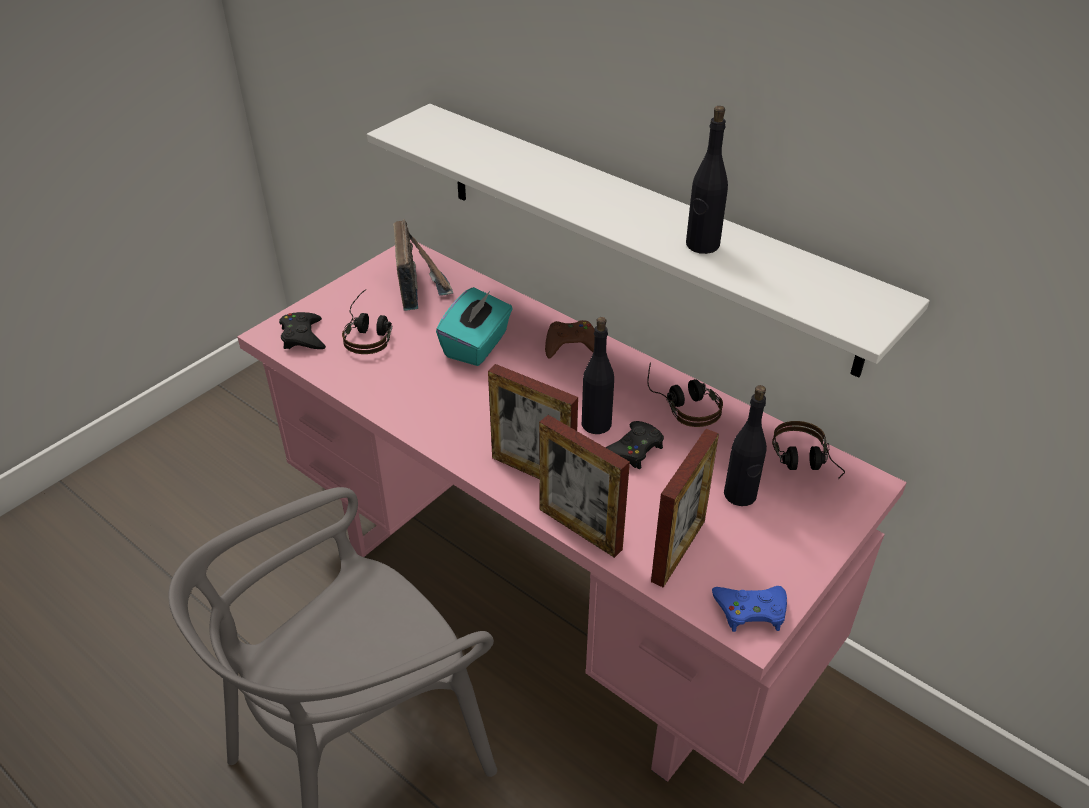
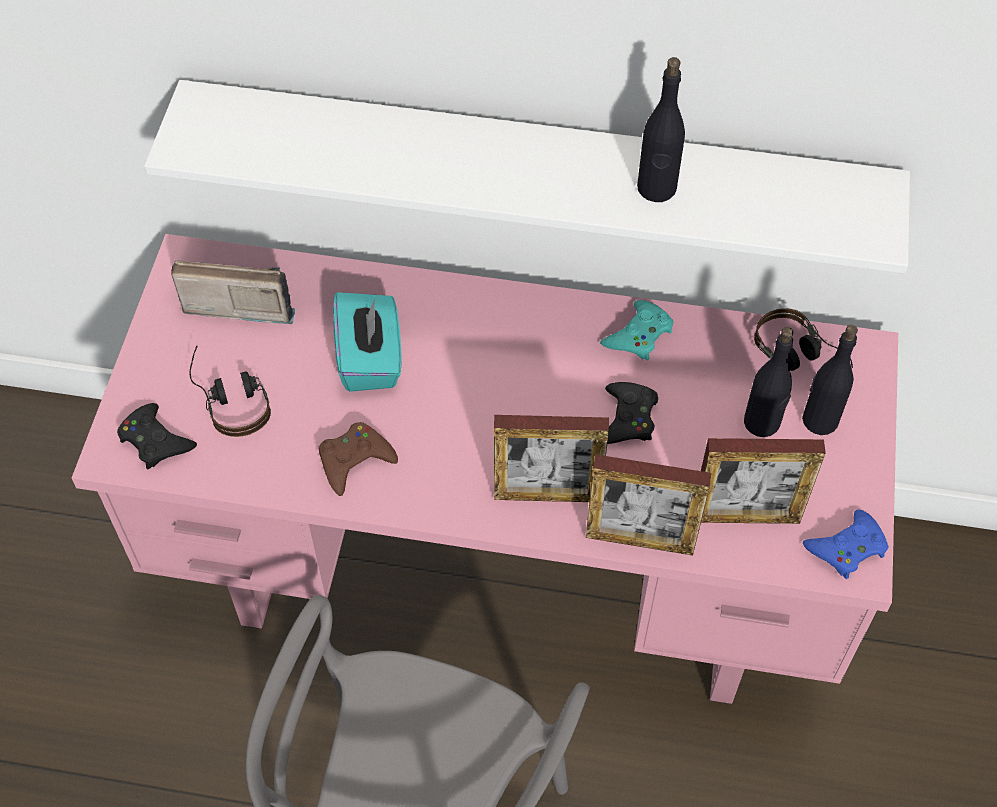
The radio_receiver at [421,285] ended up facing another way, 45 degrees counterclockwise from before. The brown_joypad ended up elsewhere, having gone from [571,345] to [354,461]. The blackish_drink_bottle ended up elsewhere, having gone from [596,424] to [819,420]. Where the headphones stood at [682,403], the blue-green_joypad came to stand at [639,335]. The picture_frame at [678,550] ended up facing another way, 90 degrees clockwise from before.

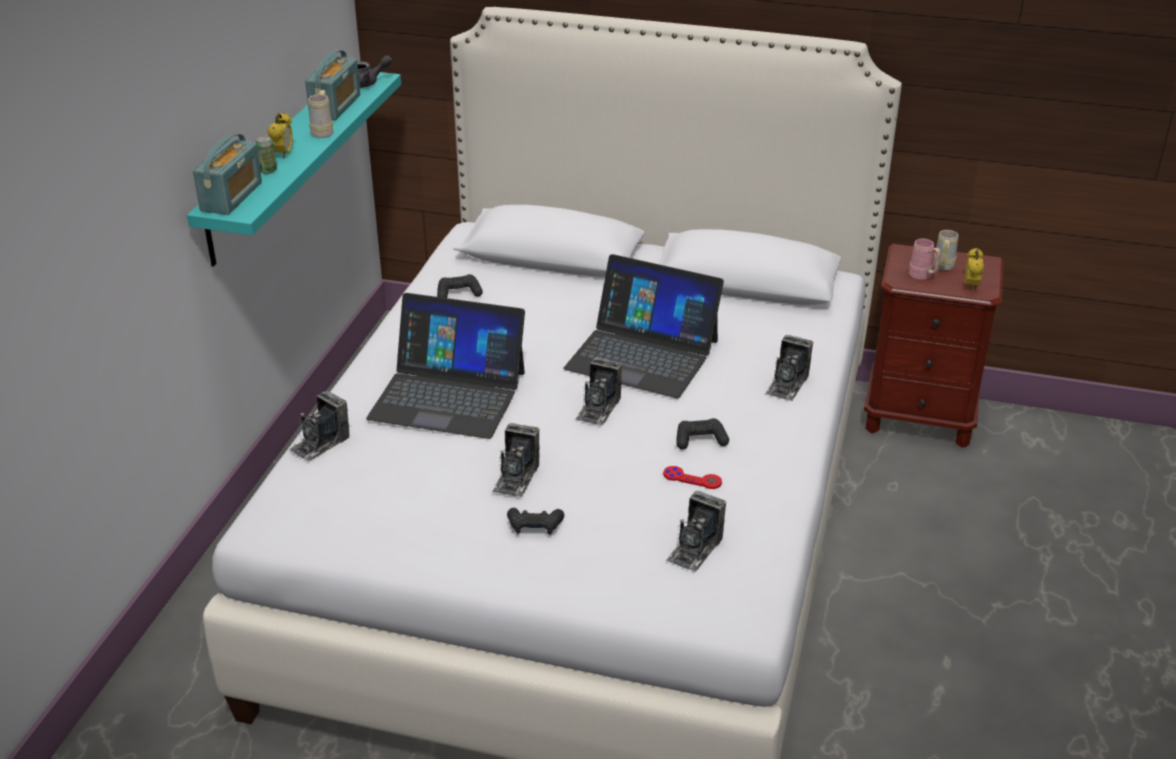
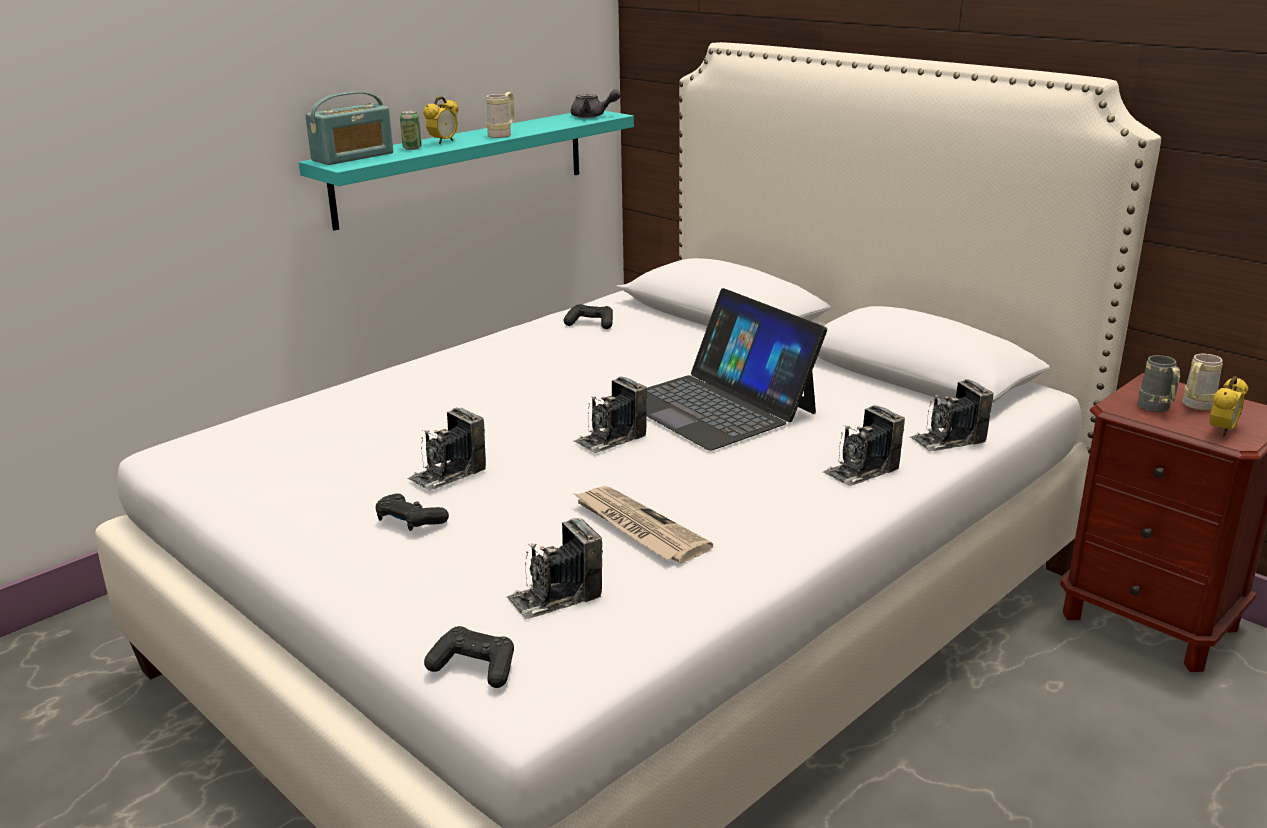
The still_camera ended up elsewhere, having gone from [320,443] to [948,440]. The second view lost the radio_receiver at [335,106]. The second view lost the portable_computer at [448,395]. Where the reddish_joypad stood at [692,479], the newspaper came to stand at [637,528]. The blackish_joypad ended up elsewhere, having gone from [700,440] to [474,667]. What was the pinkish_coffee_mug at [922,276] turned into the gray_coffee_mug at [1156,409].

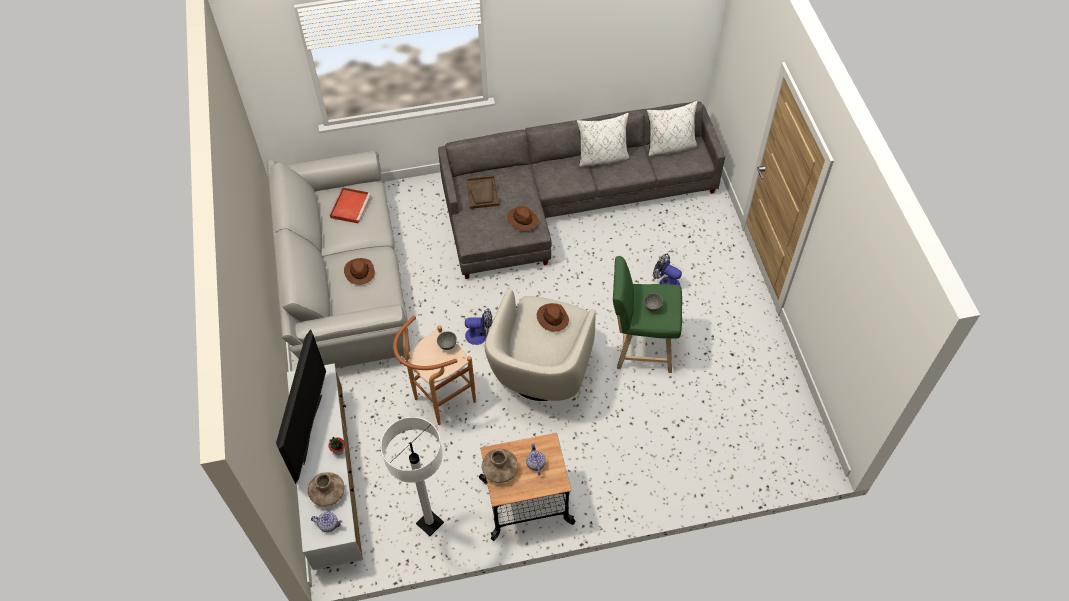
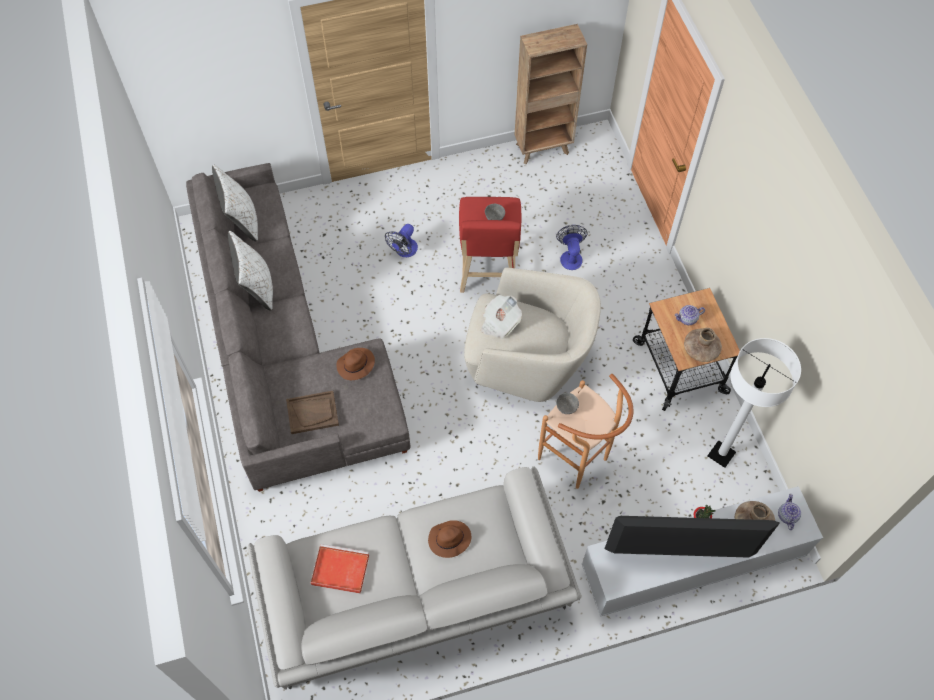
The cooling_fan ended up elsewhere, having gone from [480,335] to [570,256]. Where the brown_wearable_hat stood at [552,318], the newspaper came to stand at [499,323]. What was the greenish_sitting_stool at [640,347] turned into the reddish_sitting_stool at [488,273]. The second view gained the brown_bookcase at [543,148].

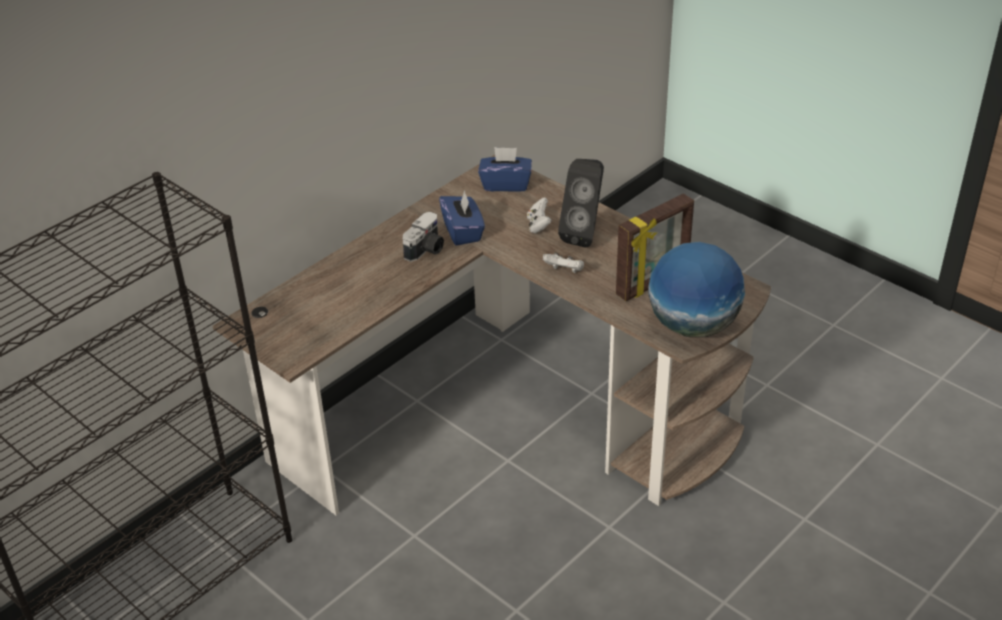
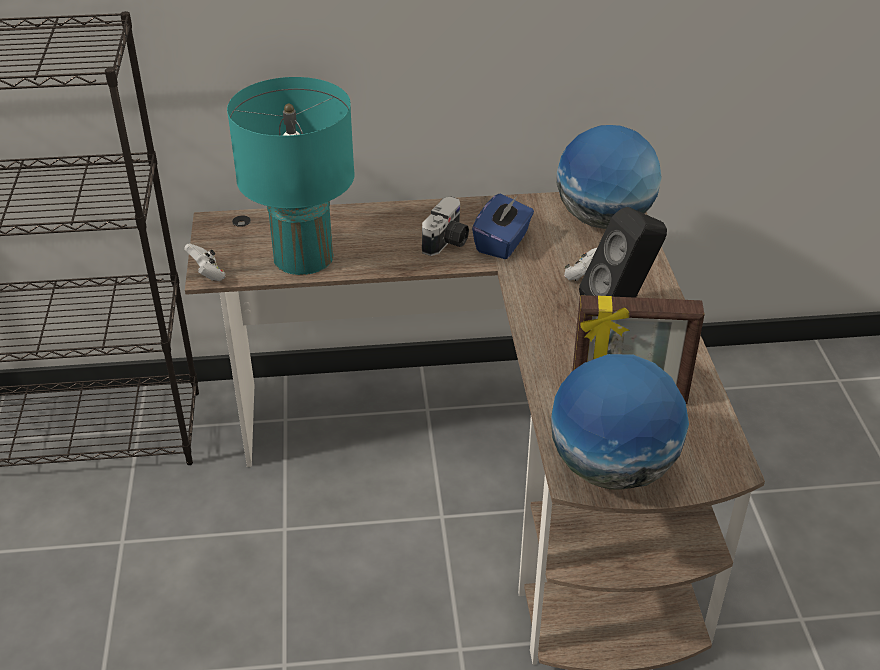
The still_camera at [426,250] ended up facing another way, 45 degrees counterclockwise from before. Where the blue_box_of_tissues stood at [505,184], the world_globe came to stand at [603,220]. The white_joypad ended up elsewhere, having gone from [564,271] to [208,274]. The second view gained the blue-green_table_lamp at [303,257].

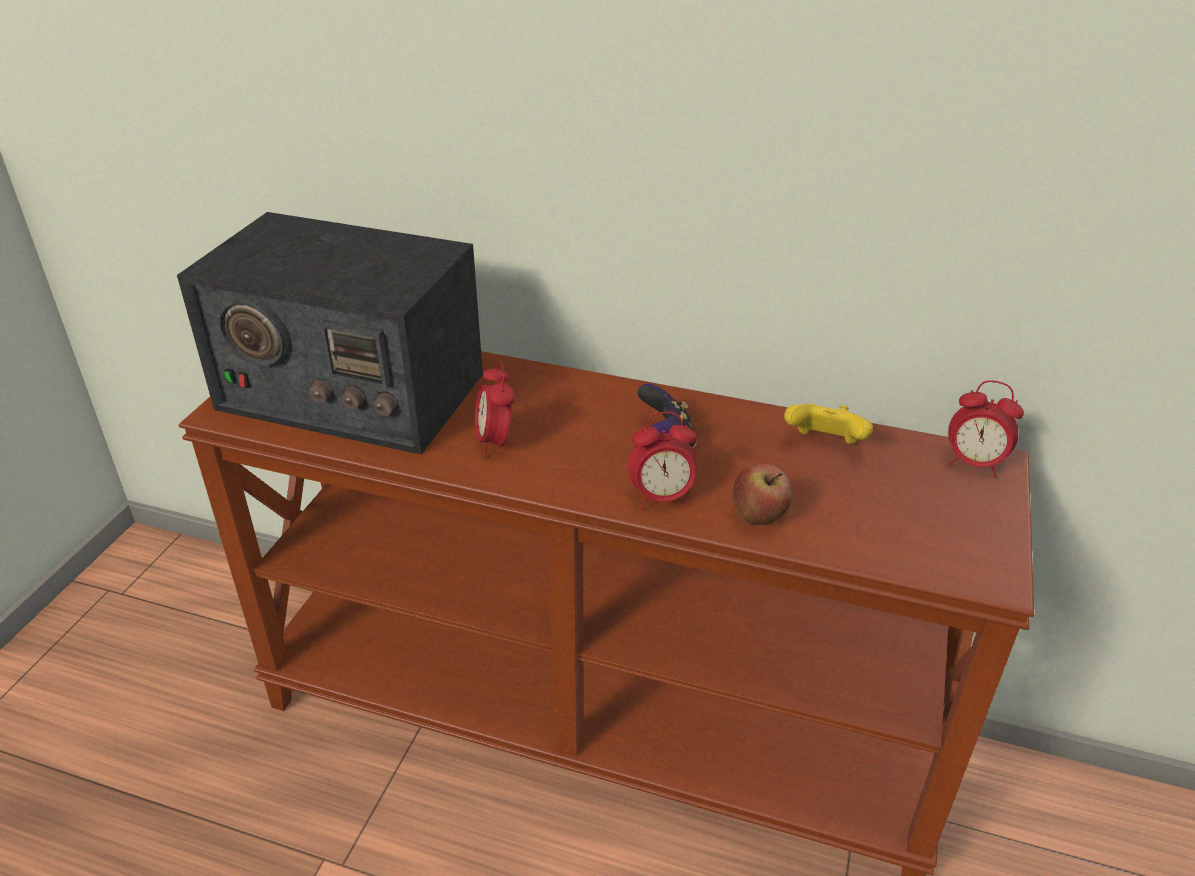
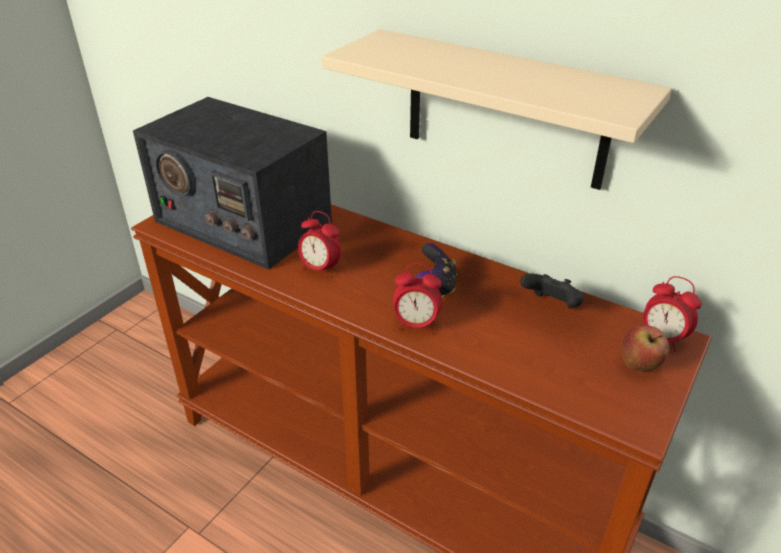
The table_clock at [495,442] ended up facing another way, 60 degrees counterclockwise from before. The whole_apple ended up elsewhere, having gone from [759,518] to [639,365]. What was the yellowish_joypad at [824,444] turned into the blackish_joypad at [551,306]. The second view gained the sand-coloured_bracket_shelf at [505,110].

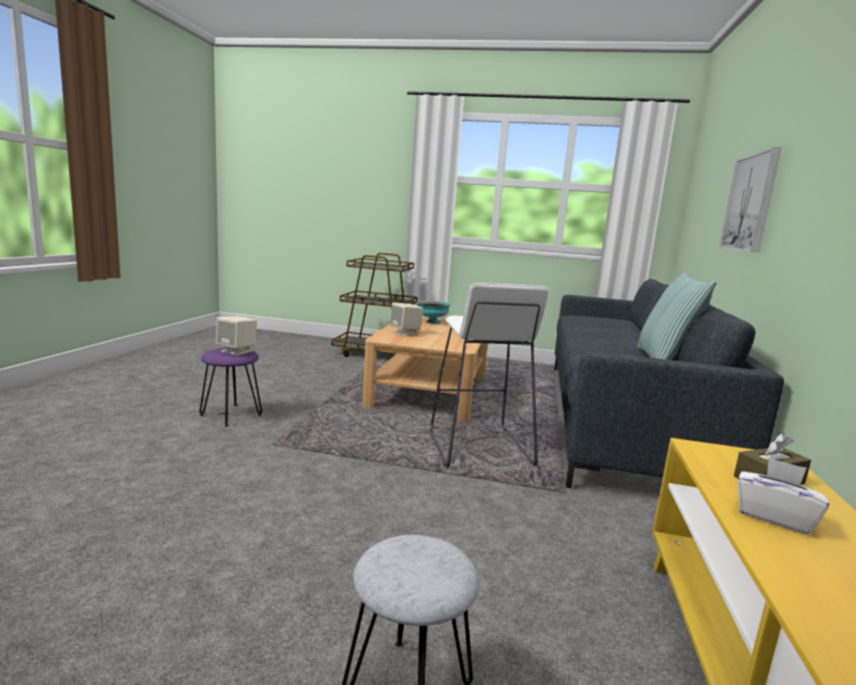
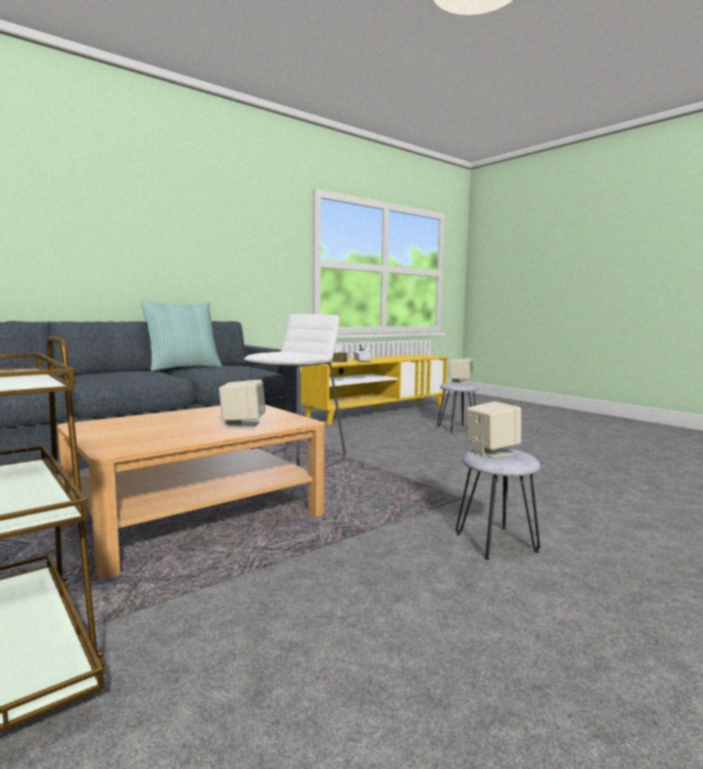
What was the purplish_sitting_stool at [231,415] turned into the gray_sitting_stool at [495,542]. The second view lost the blue-green_serving_bowl at [432,322]. The second view lost the picture at [750,203]. The second view gained the sand-coloured_speaker at [460,382].

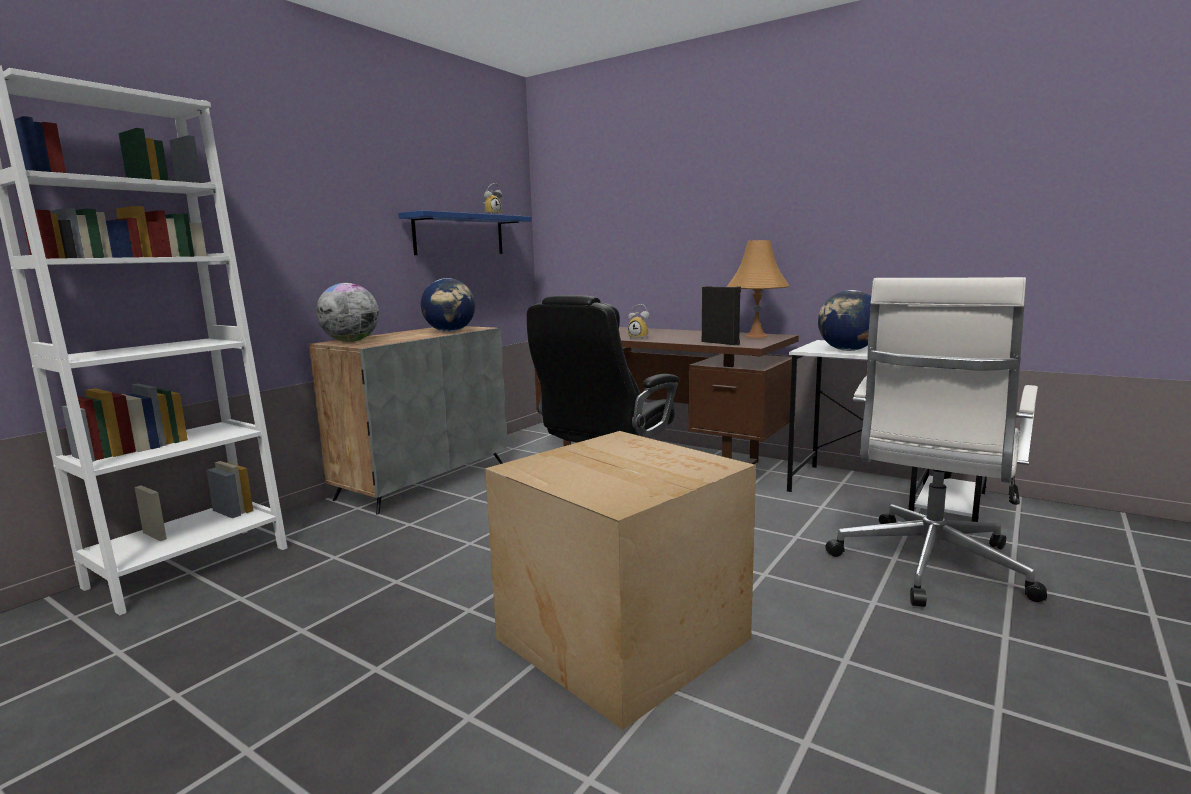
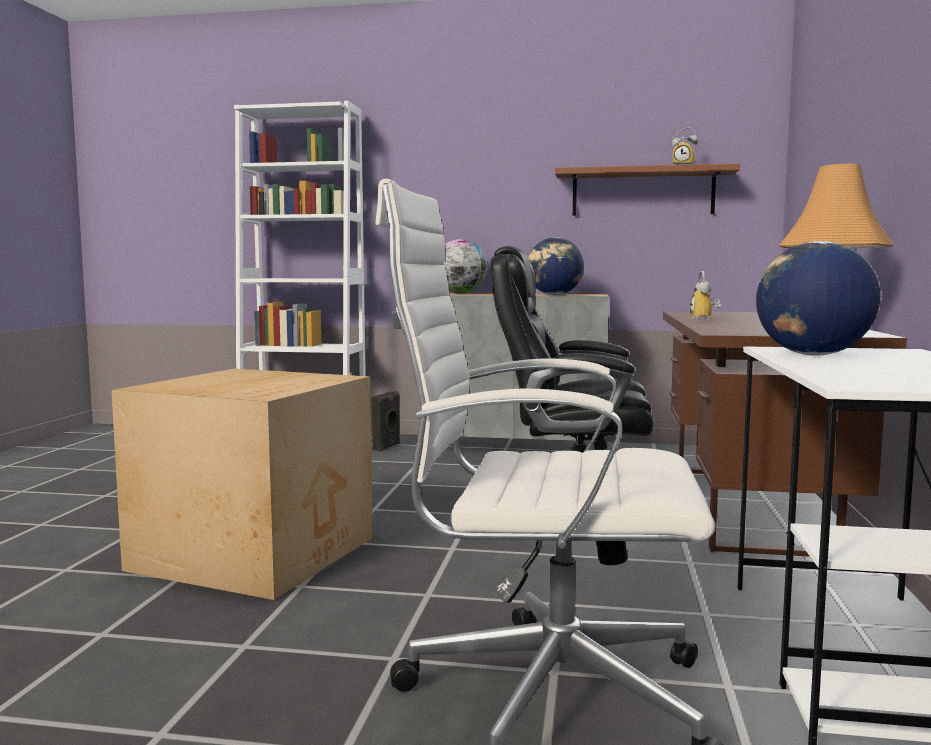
What was the blue_bracket_shelf at [459,235] turned into the brown_bracket_shelf at [643,192]. The blackish_speaker ended up elsewhere, having gone from [721,343] to [387,447].

